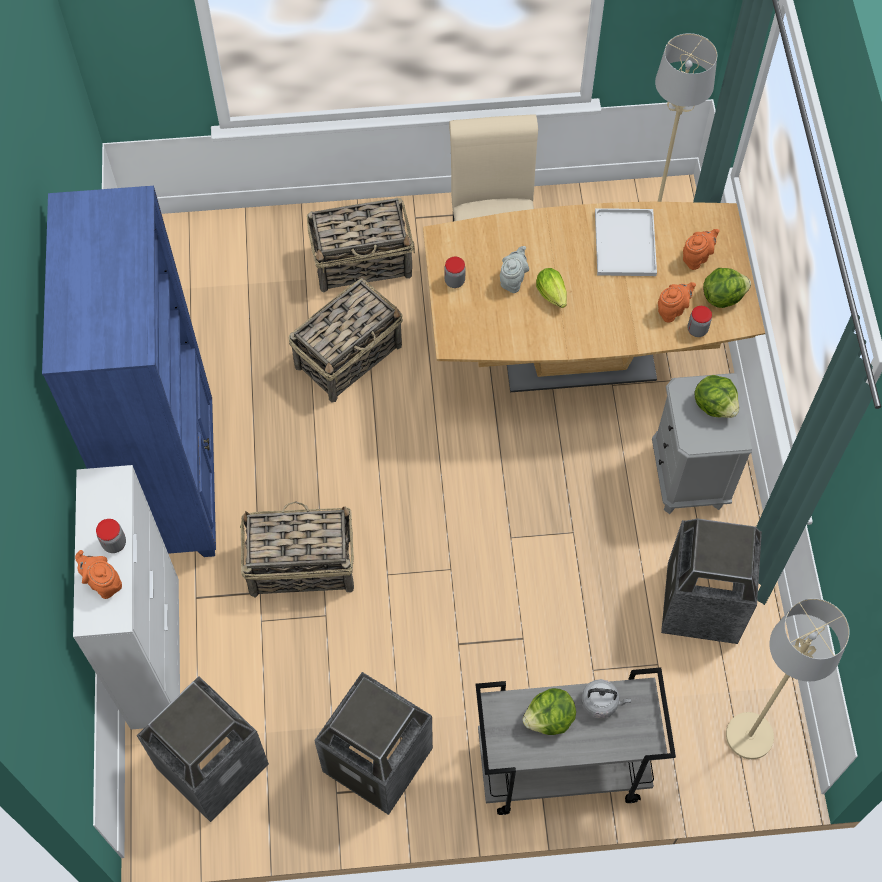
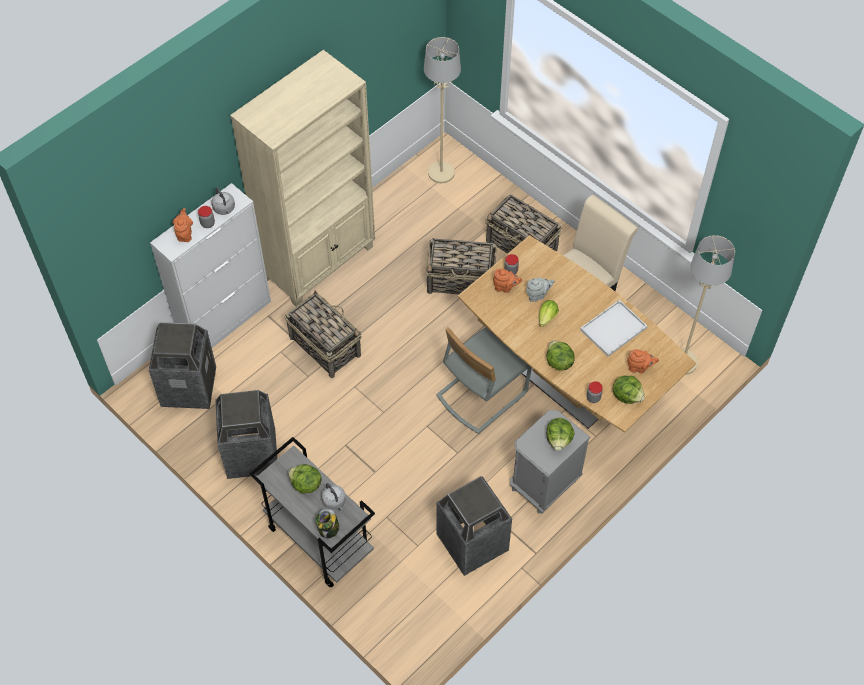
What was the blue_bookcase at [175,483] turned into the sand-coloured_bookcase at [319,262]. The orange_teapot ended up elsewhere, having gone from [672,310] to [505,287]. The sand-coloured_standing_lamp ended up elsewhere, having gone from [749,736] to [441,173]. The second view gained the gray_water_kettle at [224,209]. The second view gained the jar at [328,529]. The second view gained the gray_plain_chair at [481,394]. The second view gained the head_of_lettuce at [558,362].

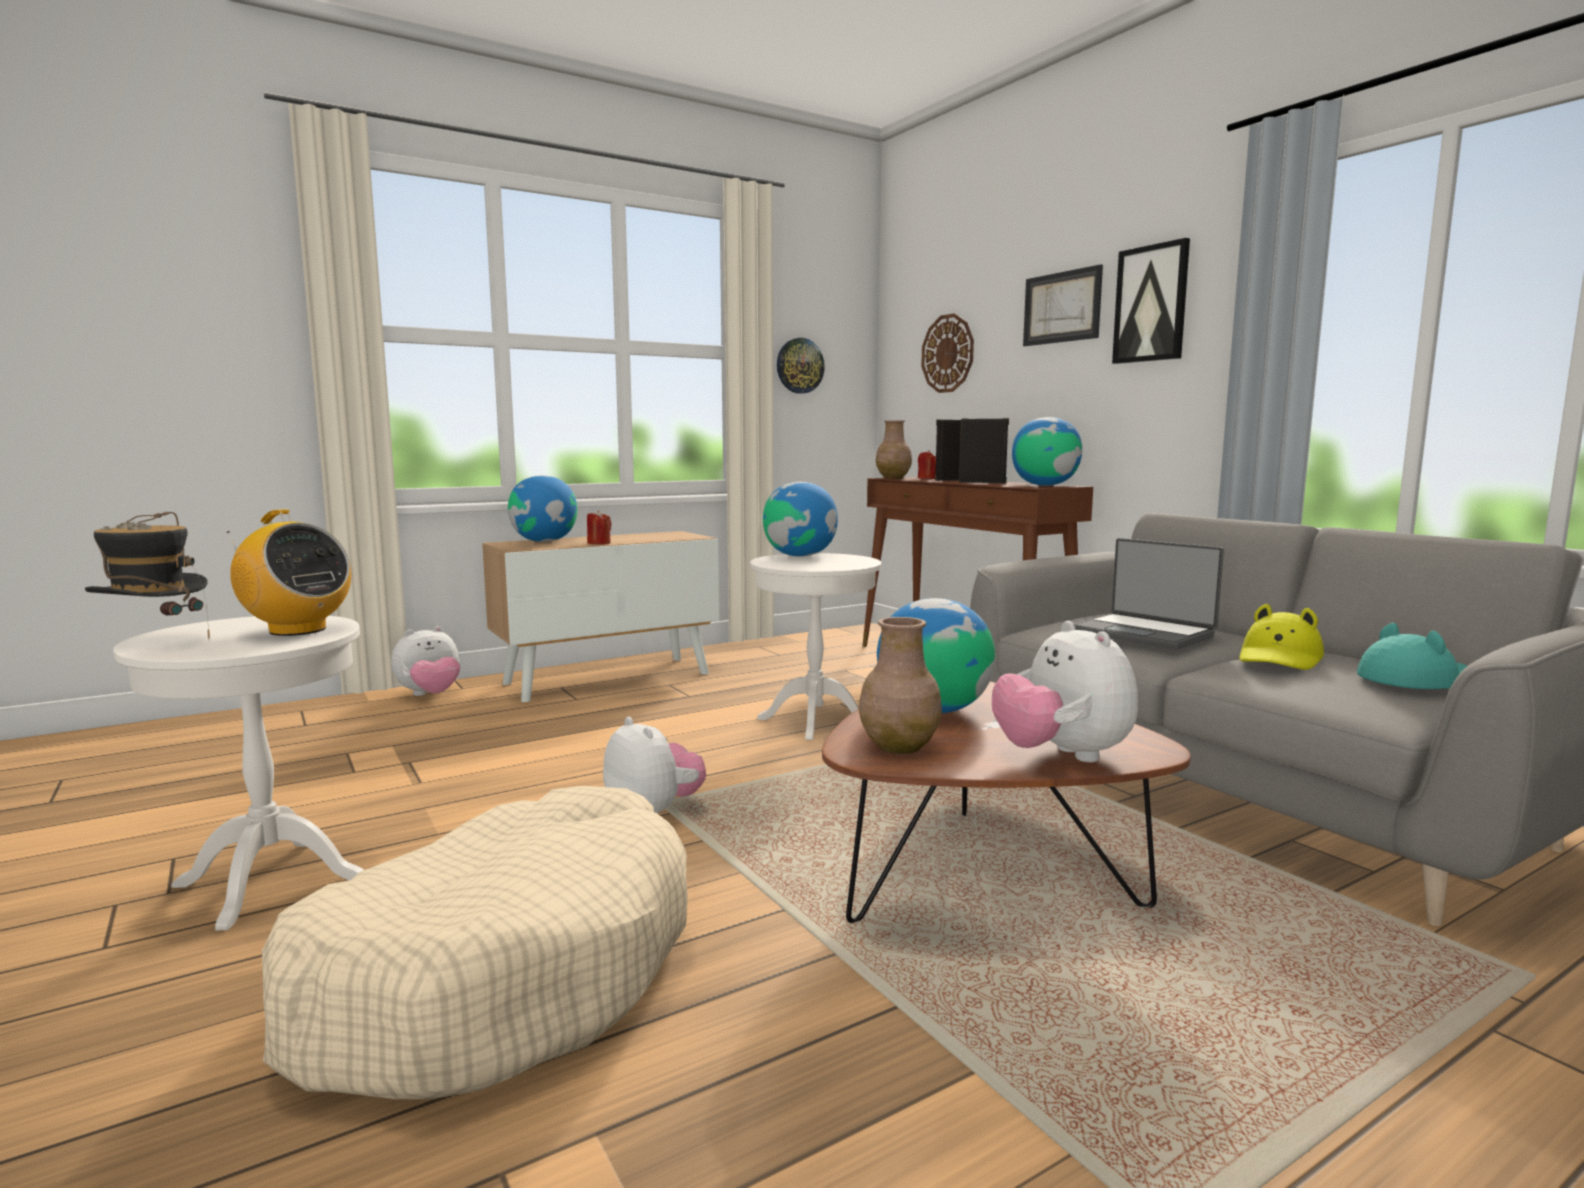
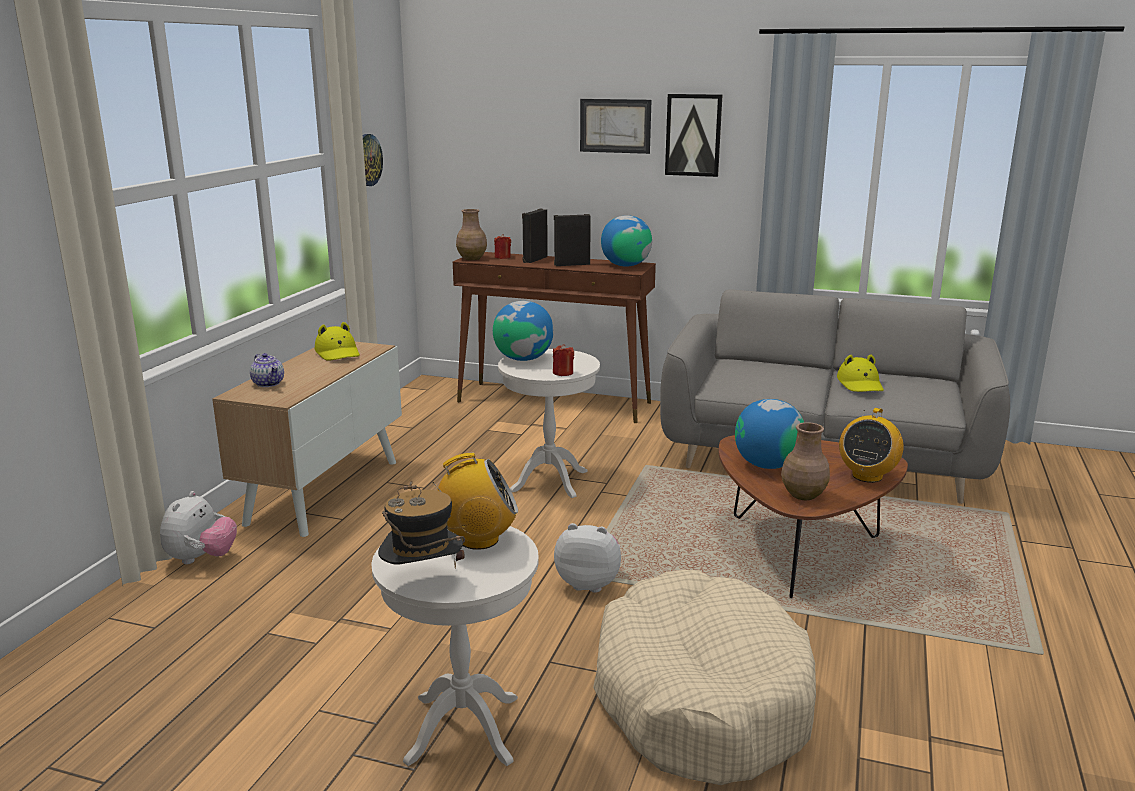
Where the world_globe stood at [544,541], the teapot came to stand at [269,383]. The reddish_wax_light ended up elsewhere, having gone from [599,543] to [563,373]. The second view lost the hanging_clock at [948,353]. Where the cuddly_toy stood at [1061,756], the radio_receiver came to stand at [867,476]. The second view lost the portable_computer at [1144,633]. The second view lost the blue-green_wearable_hat at [1417,681]. The second view gained the yellowish_wearable_hat at [338,353].

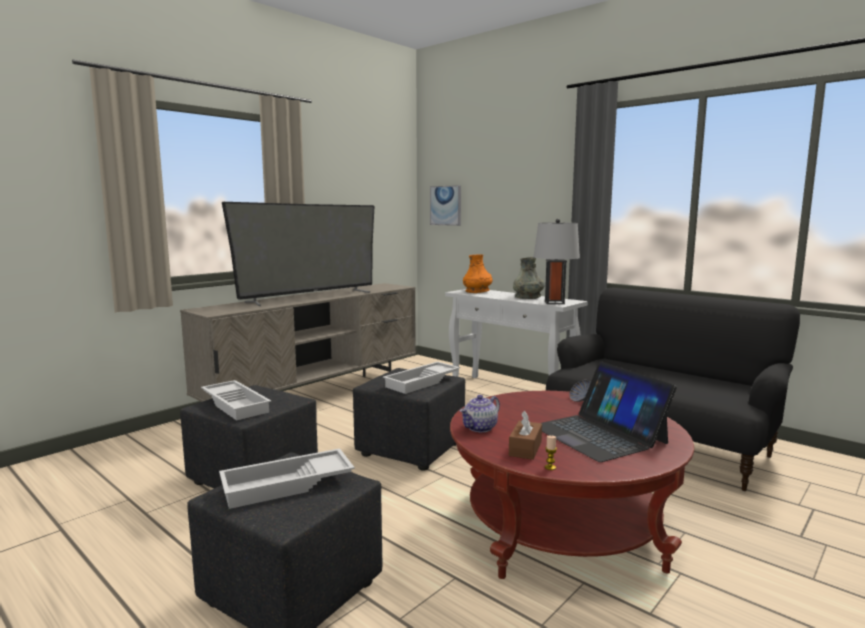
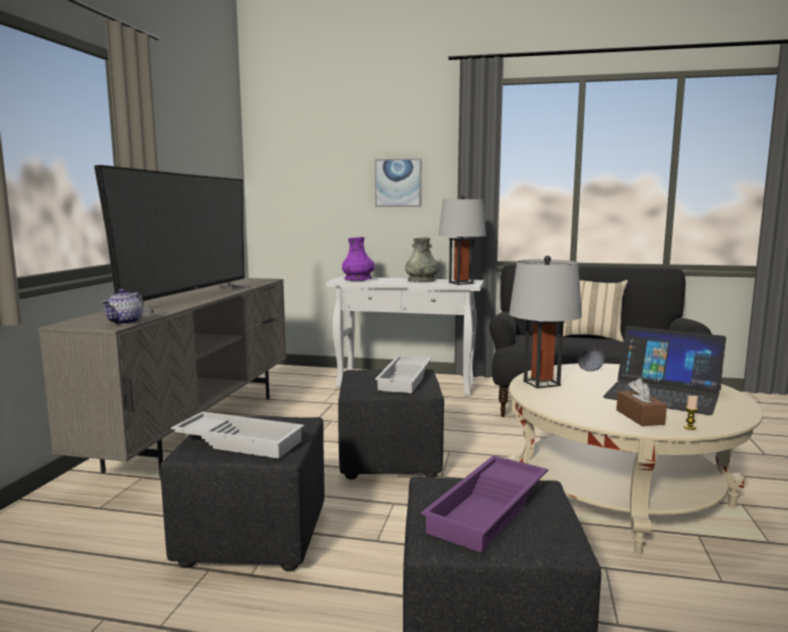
What was the white_tray at [287,486] turned into the purplish_tray at [490,510]. The picture ended up elsewhere, having gone from [446,205] to [398,183]. What was the reddish_lounge_table at [562,528] turned into the sand-coloured_lounge_table at [620,495]. The teapot ended up elsewhere, having gone from [480,428] to [125,322]. What was the orange_flower_vase at [477,291] turned into the purplish_flower_vase at [358,279]. The second view gained the gray_table_lamp at [541,383]. The second view gained the sand-coloured_cushion at [591,337].

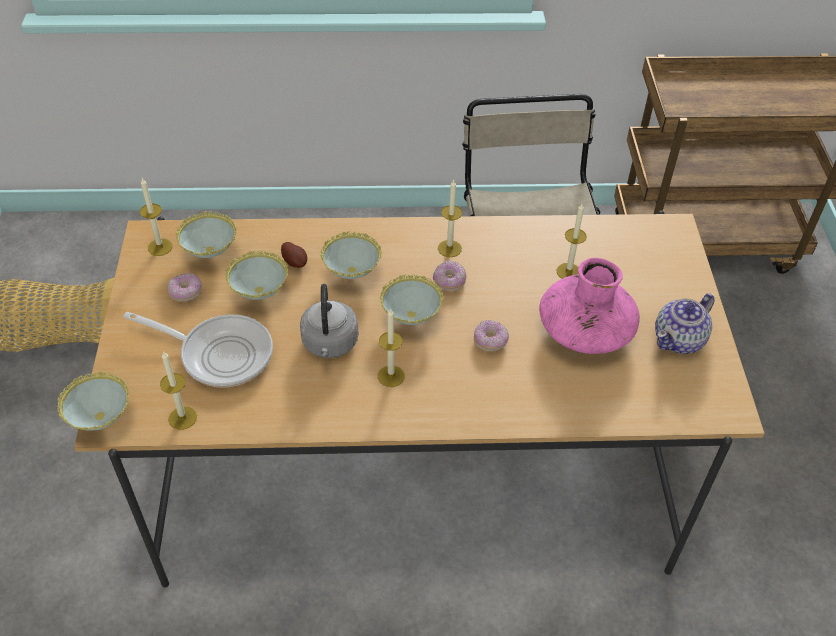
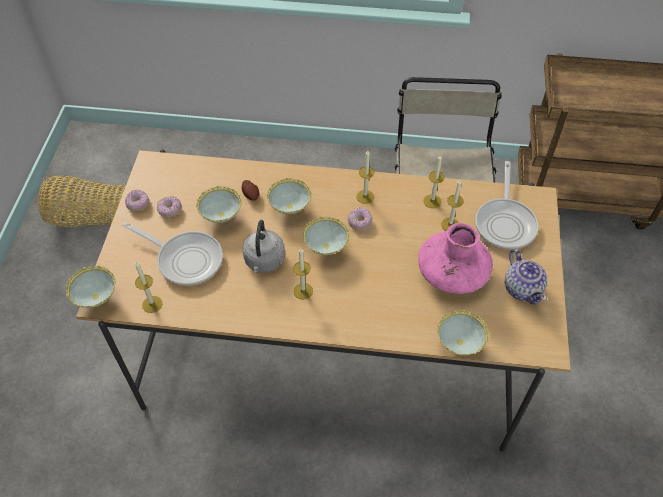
The wax_light ended up elsewhere, having gone from [160,247] to [432,201]. The serving_bowl ended up elsewhere, having gone from [210,254] to [458,345]. The donut ended up elsewhere, having gone from [490,341] to [138,204]. The teapot at [679,339] ended up facing another way, 75 degrees counterclockwise from before. The second view gained the skillet at [505,223].

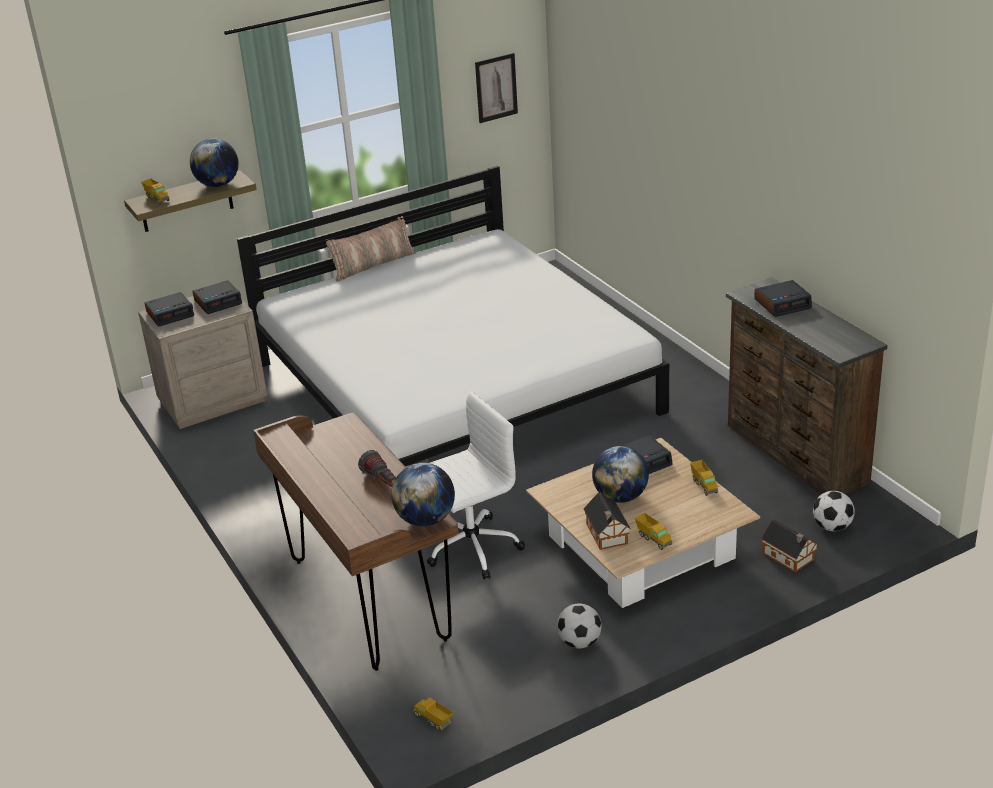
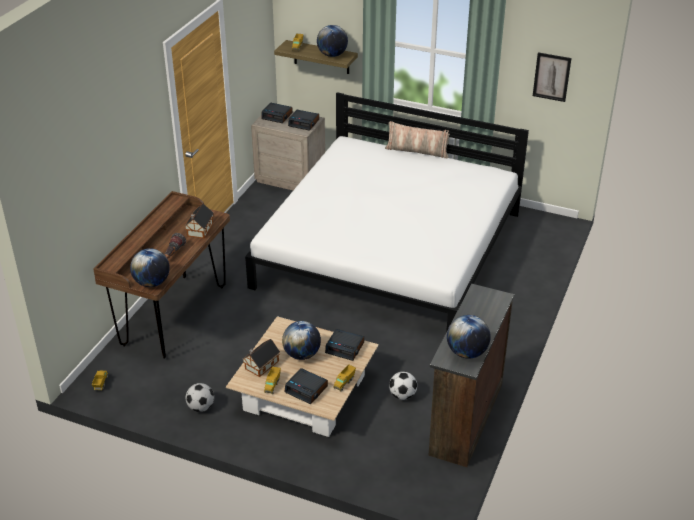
The second view lost the white_desk_chair at [470,548]. The table_clock ended up elsewhere, having gone from [782,304] to [307,389]. The toy_house ended up elsewhere, having gone from [789,557] to [199,230]. The ball_for_football ended up elsewhere, having gone from [832,527] to [402,395]. The second view gained the world_globe at [467,352].

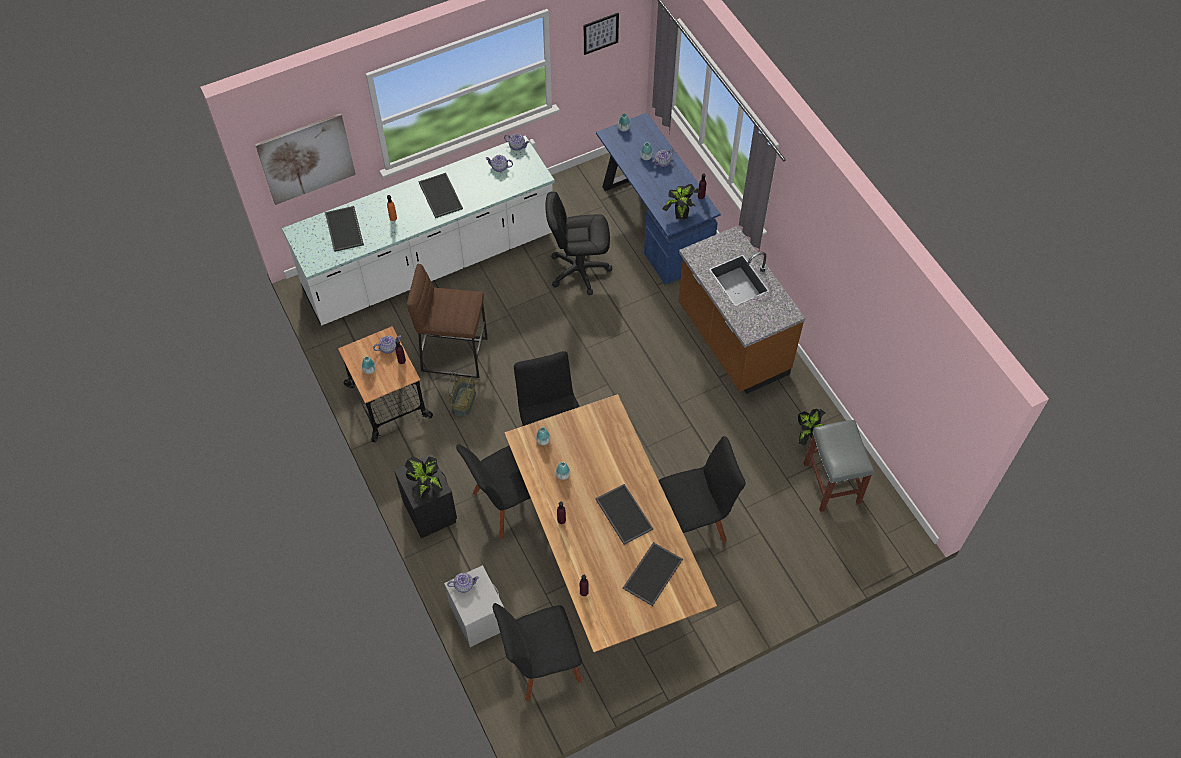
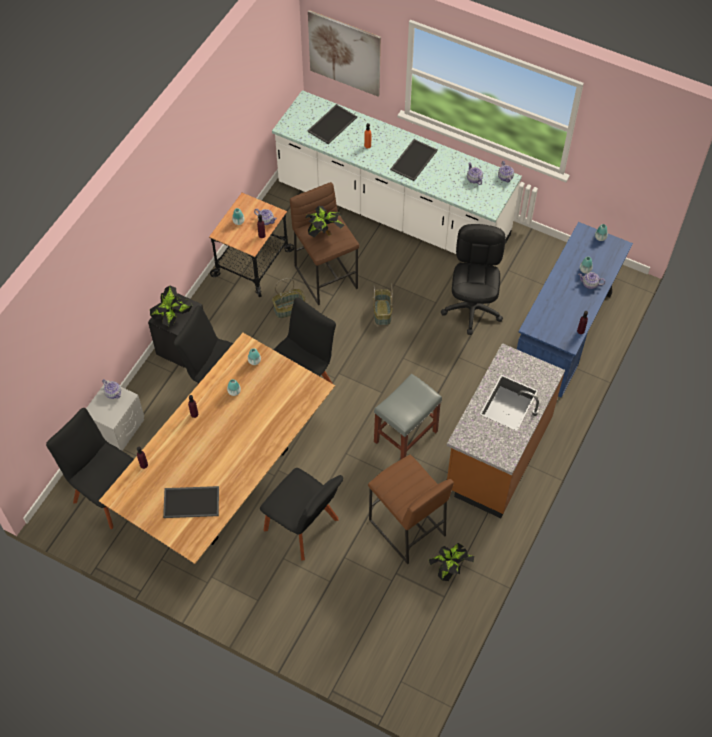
The blackish_desk_chair at [579,270] ended up facing another way, 45 degrees clockwise from before. The second view lost the picture at [600,33]. The second view lost the tray at [623,514]. The potted_plant ended up elsewhere, having gone from [680,212] to [324,233]. The gray_sitting_stool ended up elsewhere, having gone from [832,484] to [405,437]. The second view gained the brown_sitting_stool at [406,528]. The second view gained the storage_basket at [382,313].

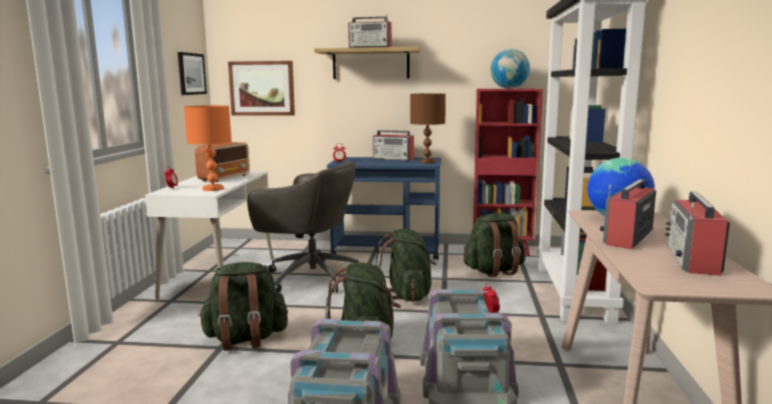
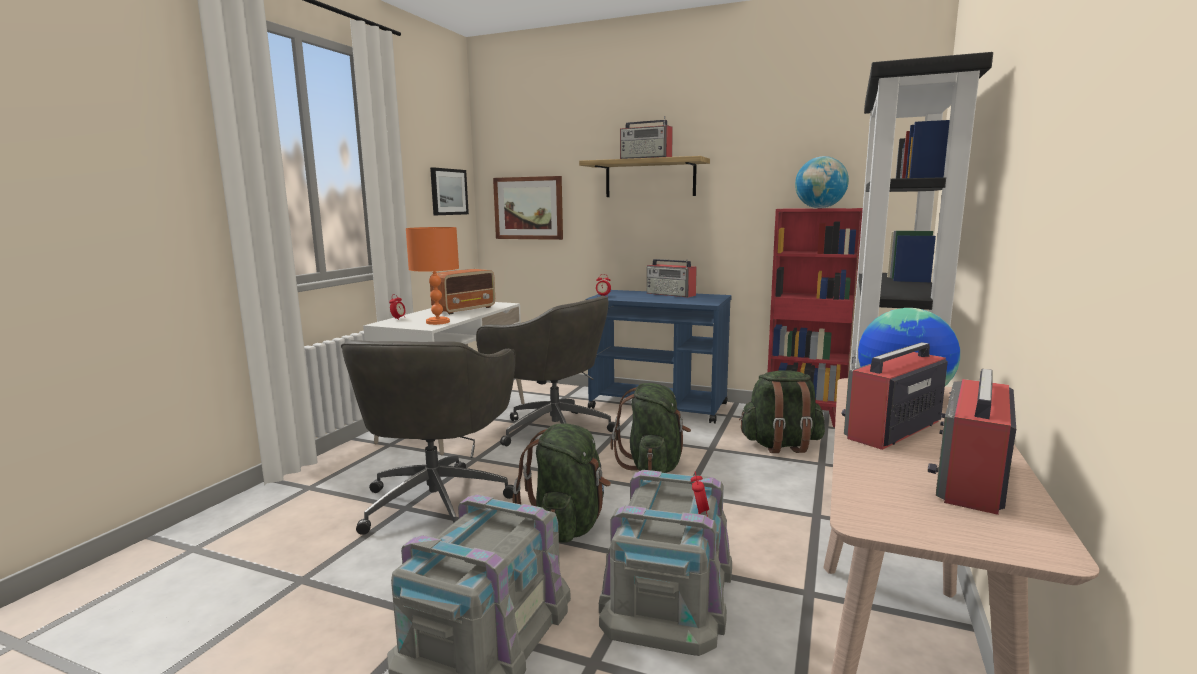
Where the greenish_knapsack stood at [245,339], the gray_desk_chair came to stand at [437,501]. The second view lost the brown_table_lamp at [427,162].

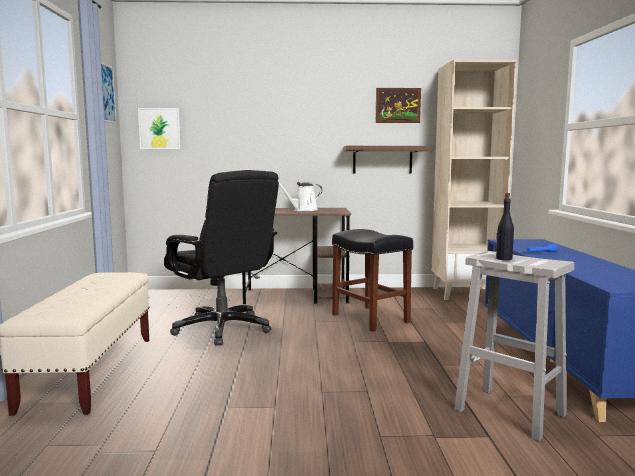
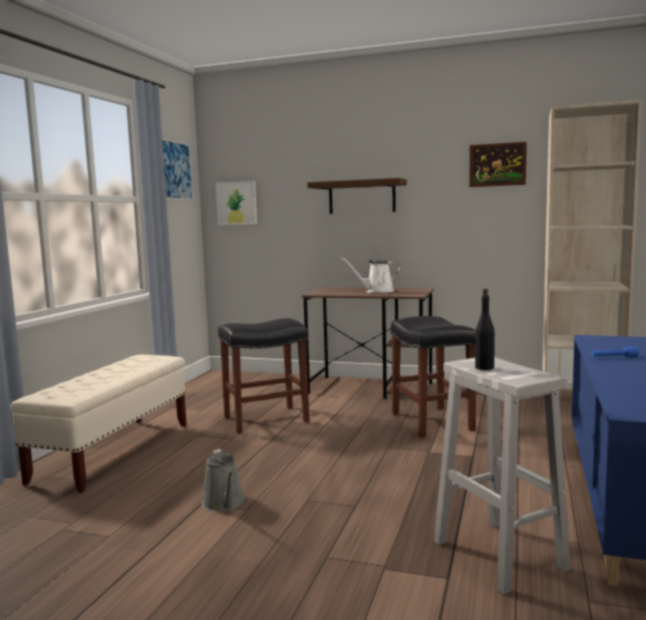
Where the blackish_desk_chair stood at [223,329], the blackish_sitting_stool came to stand at [265,419]. The brown_bracket_shelf ended up elsewhere, having gone from [382,159] to [362,197]. The second view gained the gray_watering_pot at [224,504].

